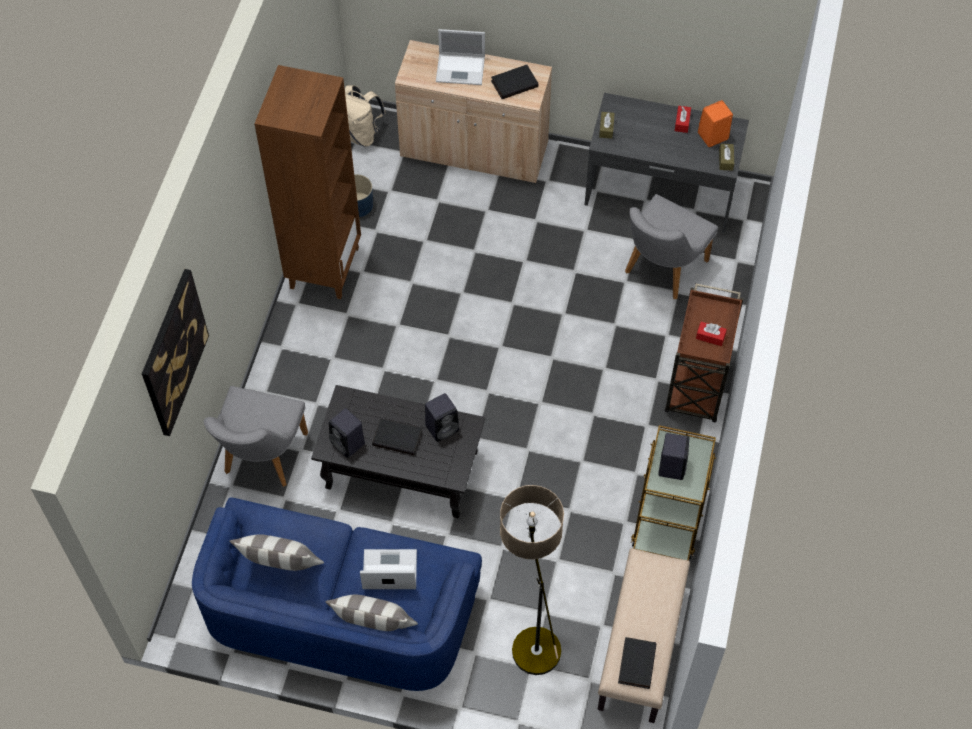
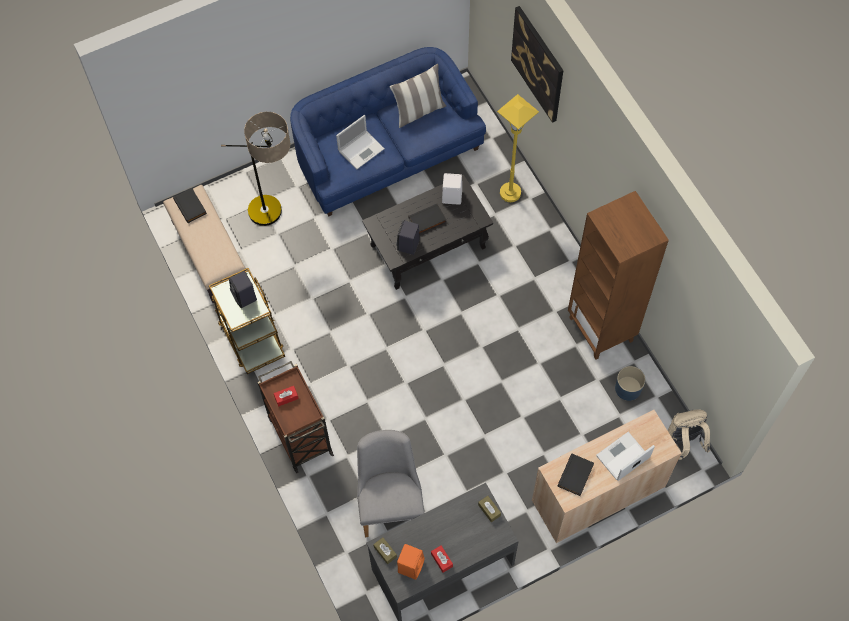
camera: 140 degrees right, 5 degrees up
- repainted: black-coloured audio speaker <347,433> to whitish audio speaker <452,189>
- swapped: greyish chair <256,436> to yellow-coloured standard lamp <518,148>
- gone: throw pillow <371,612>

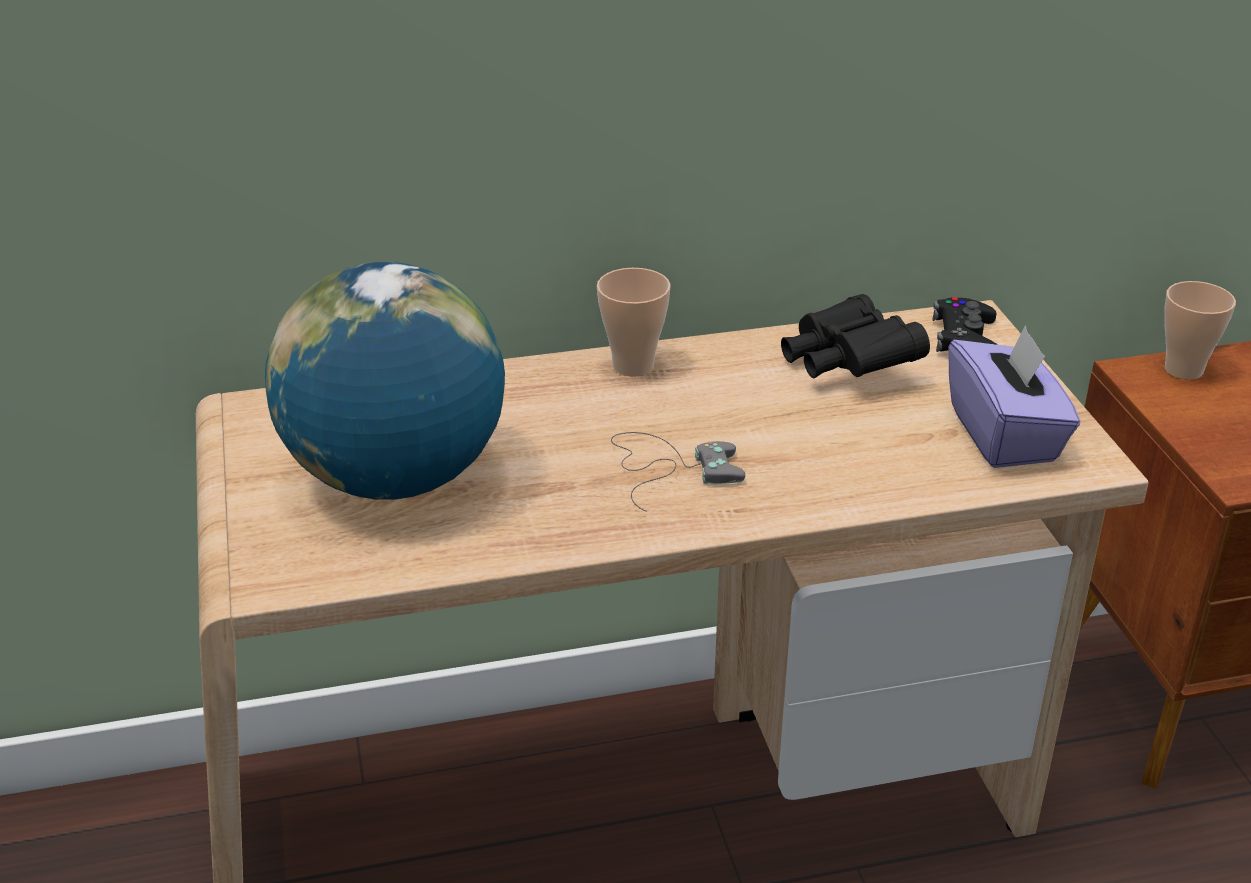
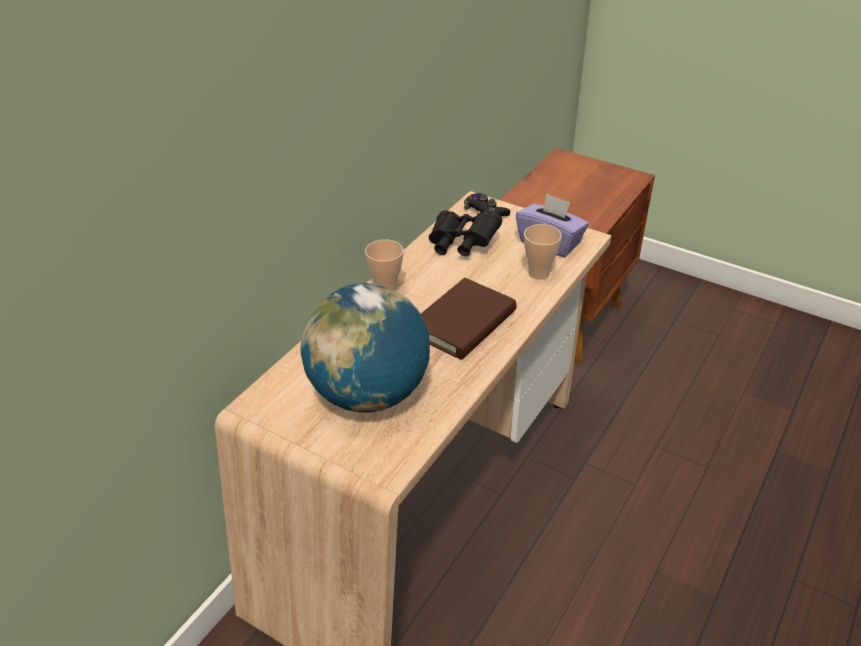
camera: 45 degrees left, 5 degrees up
- swapped: greyish gamepad <678,472> to brown-coloured volume <468,319>
- shifted: cup <1200,330> to <543,252>

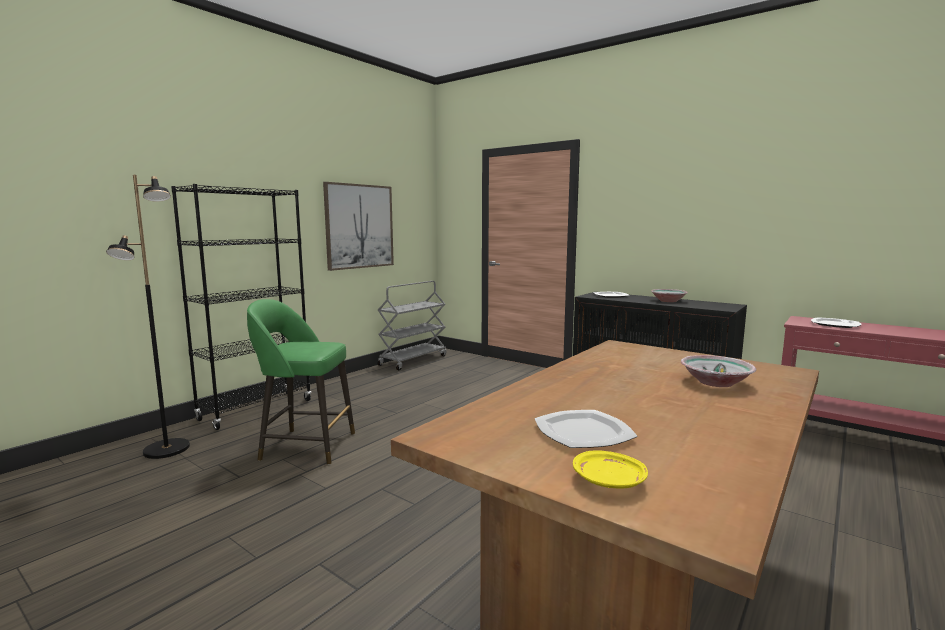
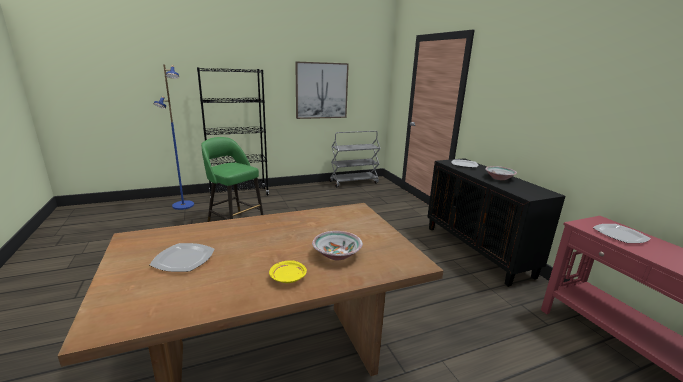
camera: 30 degrees right, 10 degrees up
- repainted: black-coloured standard lamp <148,317> to bluish standard lamp <173,137>
- shifted: yellow-coloured flat dish <610,469> to <288,271>

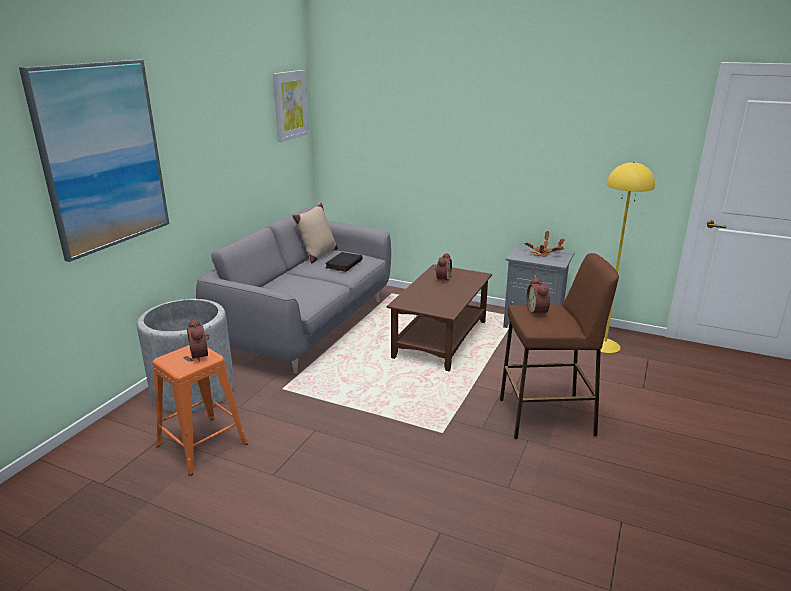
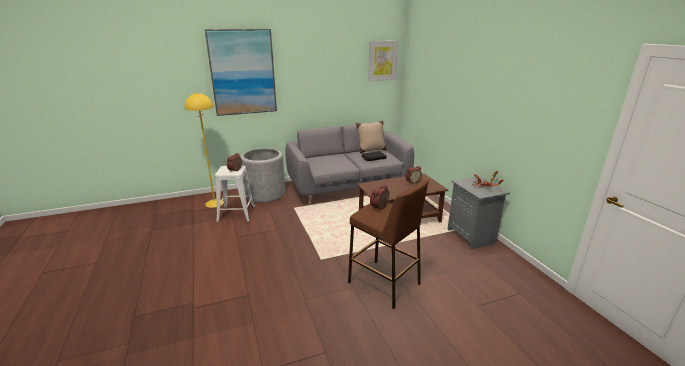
camera: 45 degrees right, 0 degrees up
- shifted: yellow-coloured standard lamp <628,257> to <204,150>
- repainted: orange sitting stool <200,410> to whitish sitting stool <235,194>

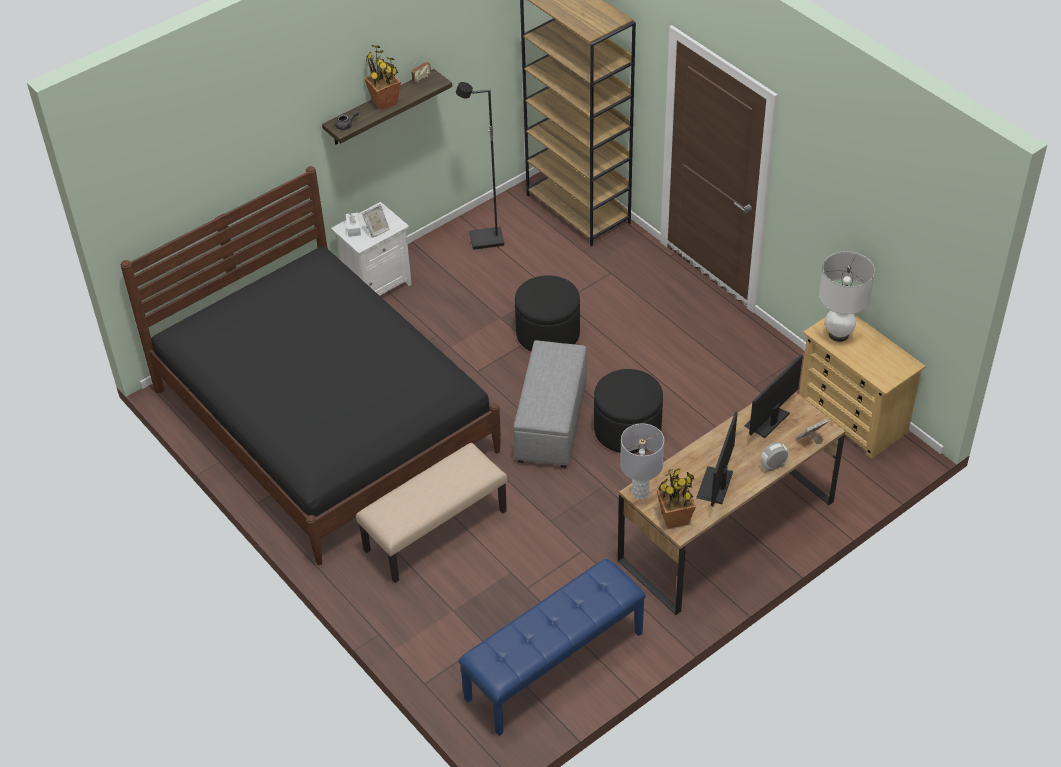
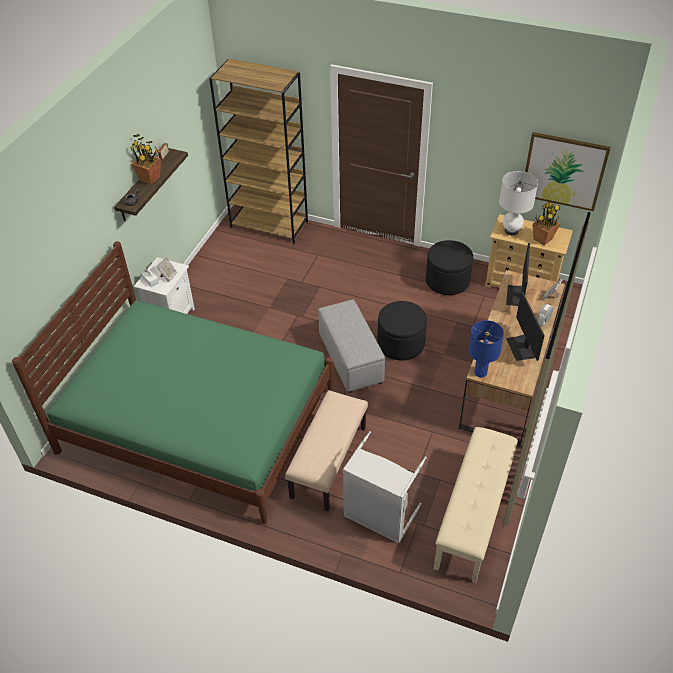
camera: 30 degrees left, 0 degrees up
- repainted: black-coloured bedroom bed <311,365> to green bedroom bed <172,382>
- new: greyish washing basket <385,487>
- shifted: black-coloured footrest <547,313> to <449,267>
- repainted: bluish indoor bench <552,647> to beige-coloured indoor bench <476,505>
- repainted: greyish lamp for a table <642,461> to bluish lamp for a table <486,349>
- new: picture <568,171>
- shifted: plant in a pot <676,498> to <546,223>
- gone: black-coloured standard lamp <480,166>

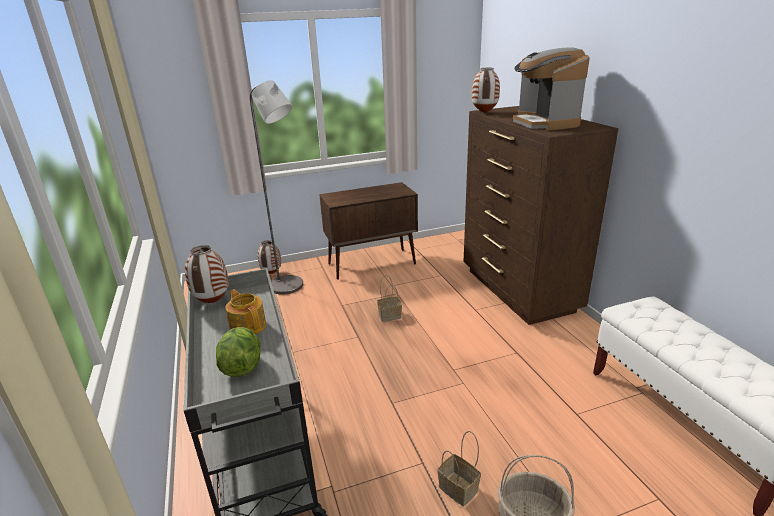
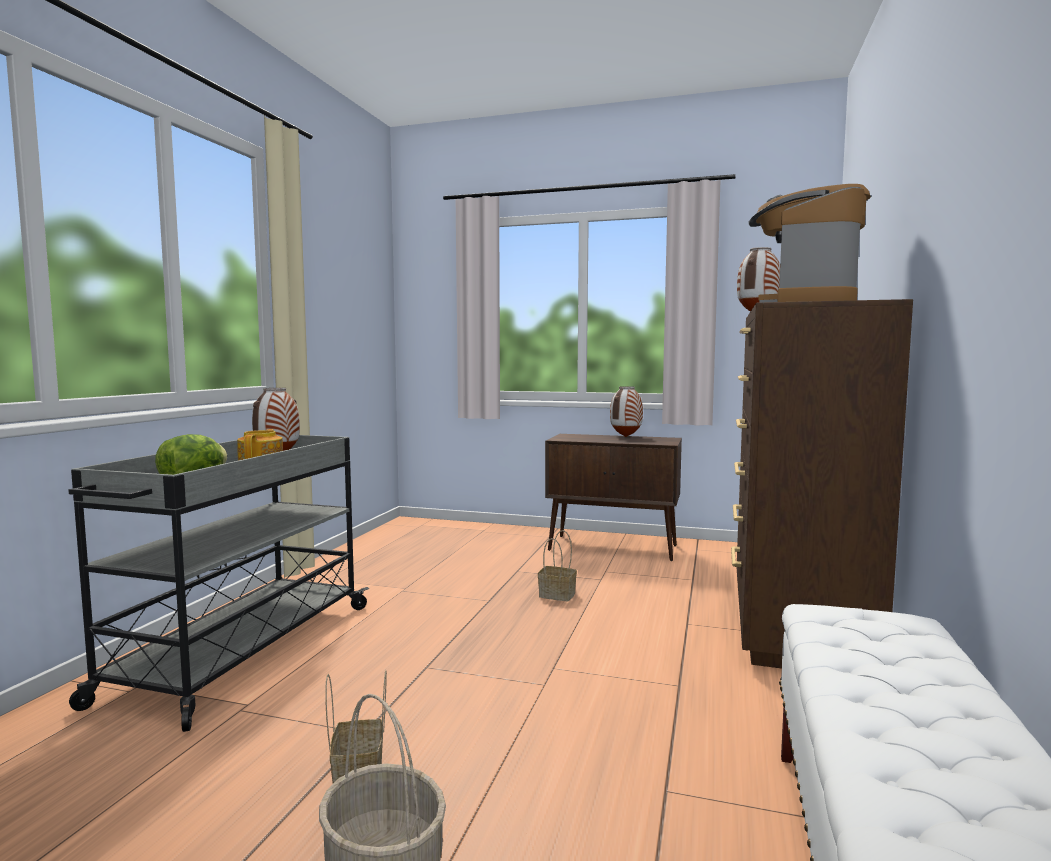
camera: 35 degrees right, 20 degrees down
- shifted: vase <269,257> to <626,411>
- gone: greyish standard lamp <276,187>

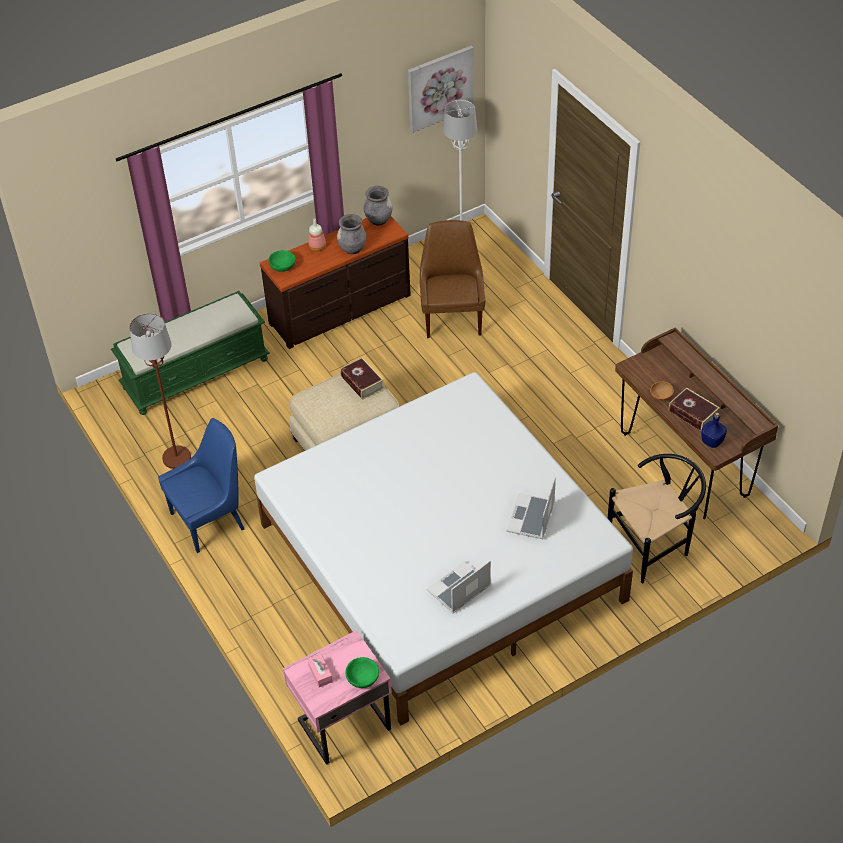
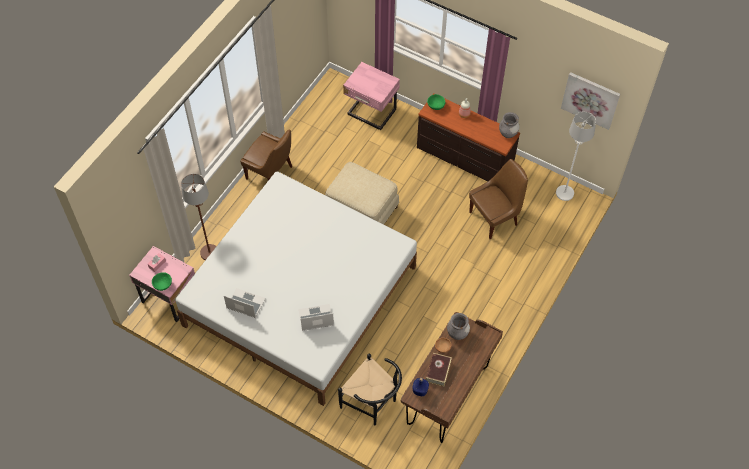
camera: 60 degrees right, 10 degrees up
- shifted: brown-coloured standard lamp <160,391> to <198,217>
- repainted: bluish chair <201,485> to brown-coloured chair <266,155>
- swapped: green indoor bench <190,353> to pinkish nightstand <371,96>
- shifted: greyish vase <351,234> to <458,326>
- gone: volume <362,378>

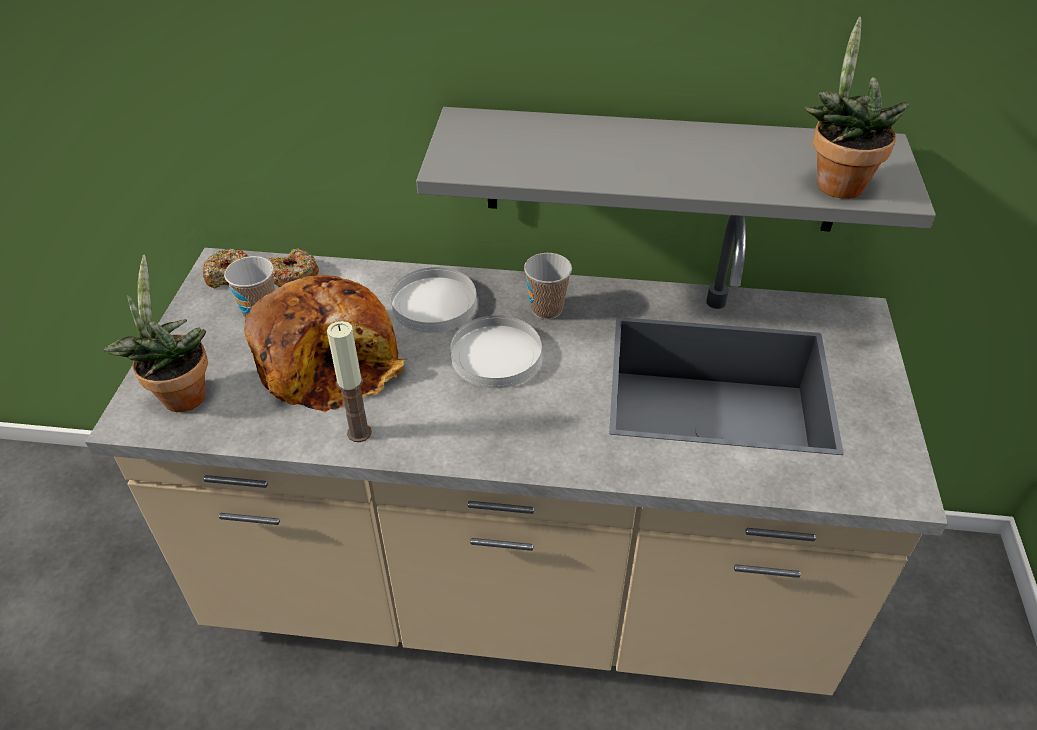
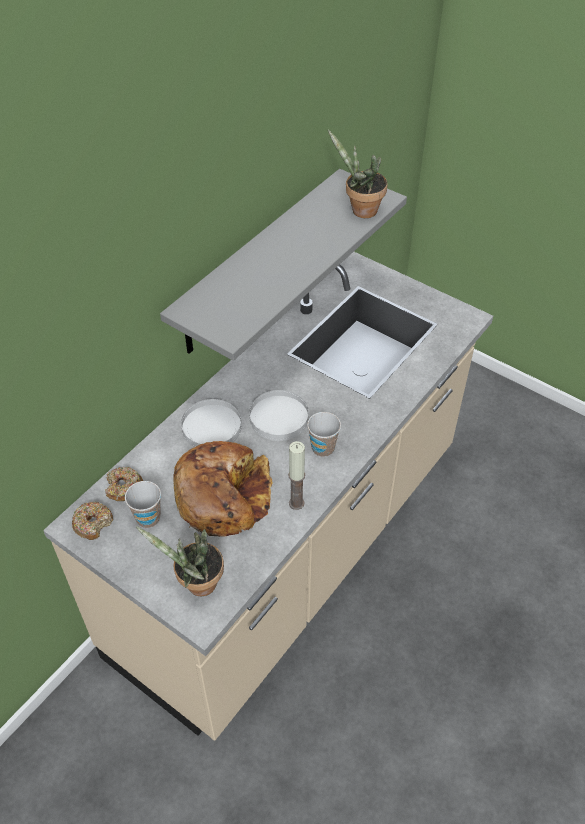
camera: 60 degrees left, 5 degrees up
- shifted: cup <548,286> to <324,434>

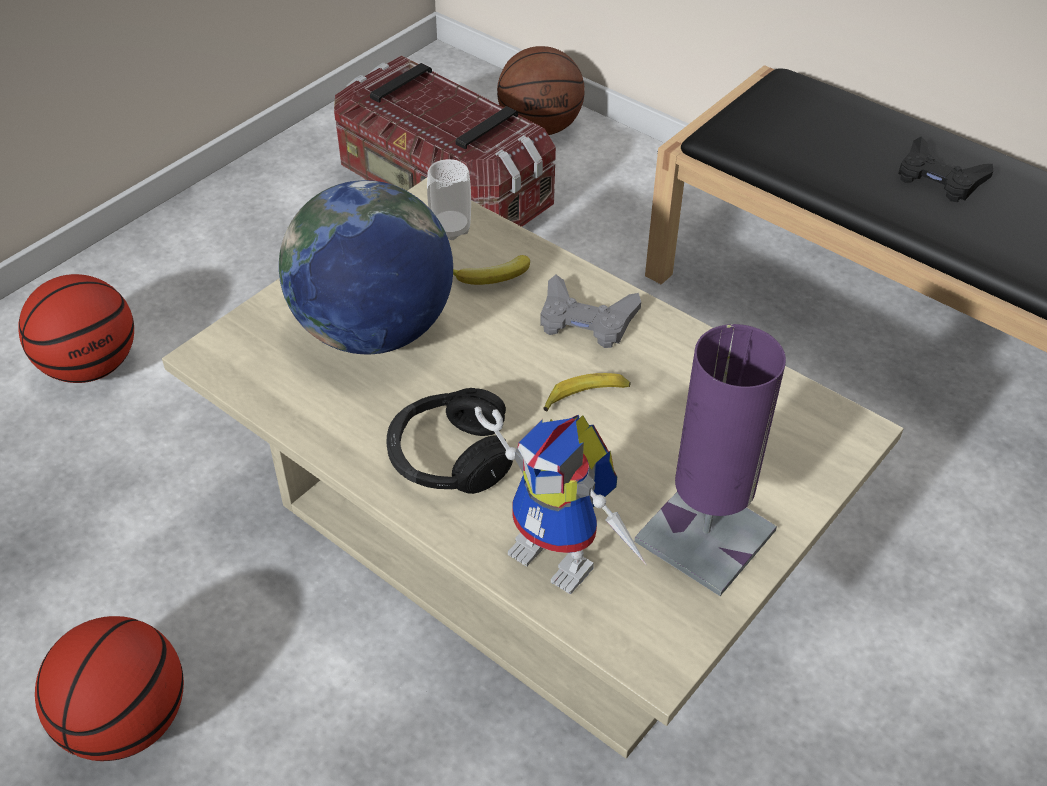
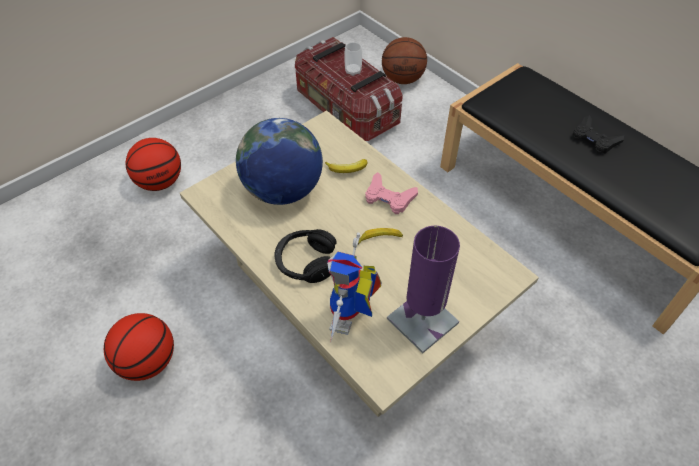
camera: 10 degrees right, 5 degrees up
- rotated: model robot <561,501> = <354,288> 60 degrees clockwise
- shifted: cup <449,199> to <353,59>
- repainted: greyish gamepad <590,311> to pinkish gamepad <391,193>

